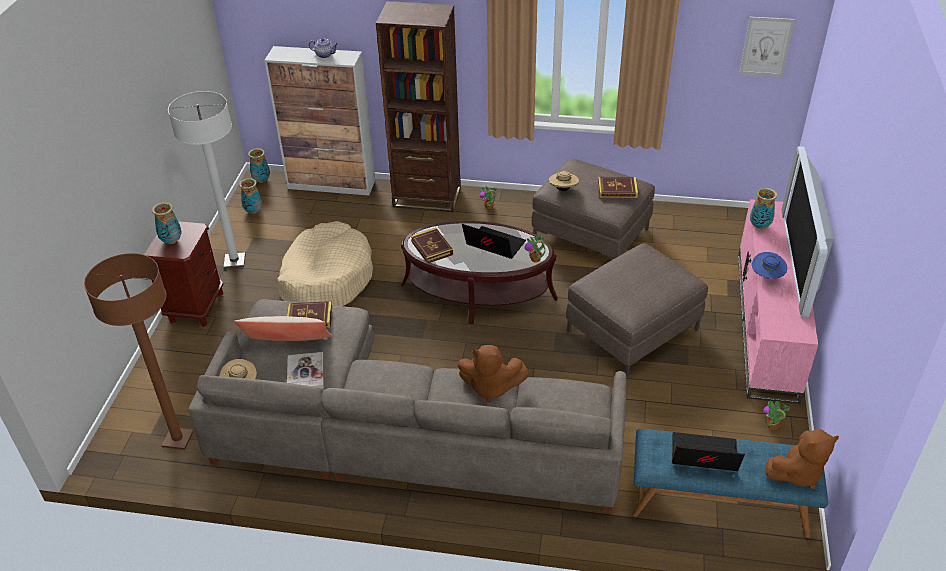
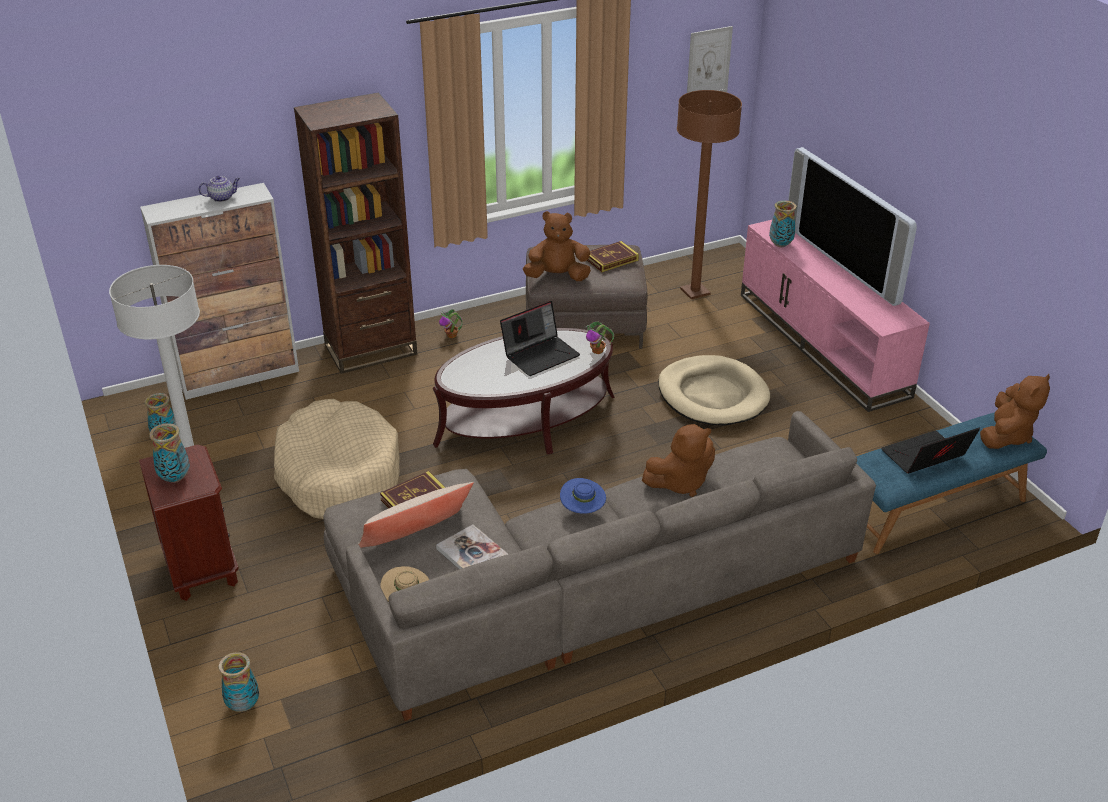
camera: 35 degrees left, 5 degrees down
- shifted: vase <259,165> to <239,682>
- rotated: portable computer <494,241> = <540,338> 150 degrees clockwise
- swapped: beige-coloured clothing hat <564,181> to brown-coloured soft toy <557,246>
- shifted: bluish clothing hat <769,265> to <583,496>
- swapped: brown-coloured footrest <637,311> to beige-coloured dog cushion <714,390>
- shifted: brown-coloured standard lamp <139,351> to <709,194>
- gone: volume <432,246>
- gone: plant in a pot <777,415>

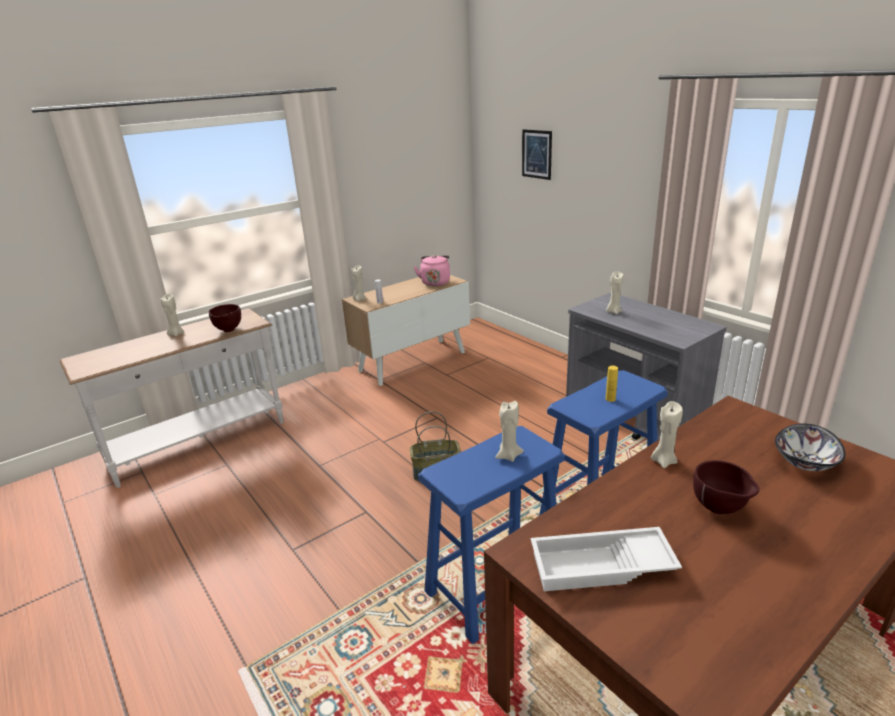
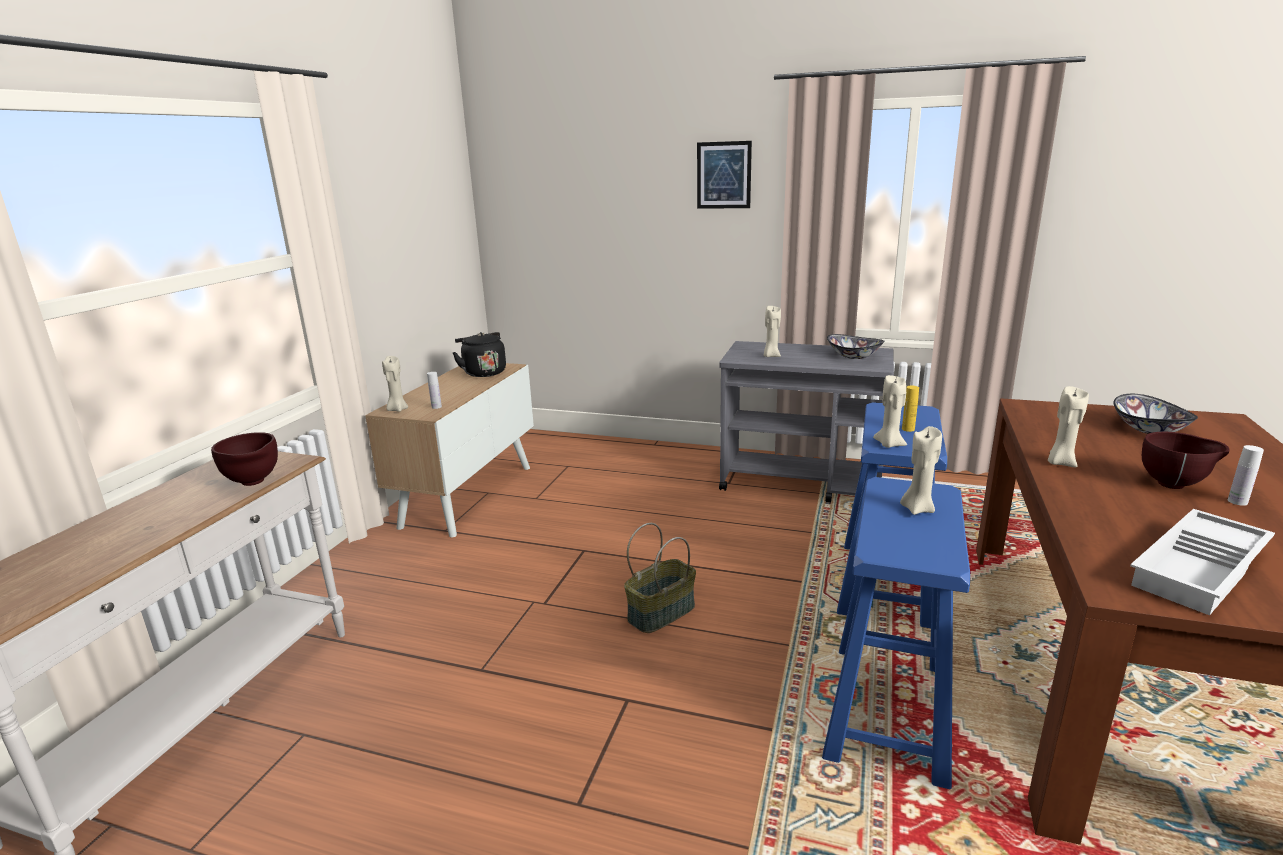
camera: 35 degrees left, 5 degrees down
- repainted: pinkish tea kettle <432,270> to black-coloured tea kettle <479,354>
- shifted: picture <537,154> to <724,175>
- new: serving bowl <855,346>
- shifted: beige-coloured wax candle <172,315> to <890,411>
- new: whitish drink bottle <1246,475>

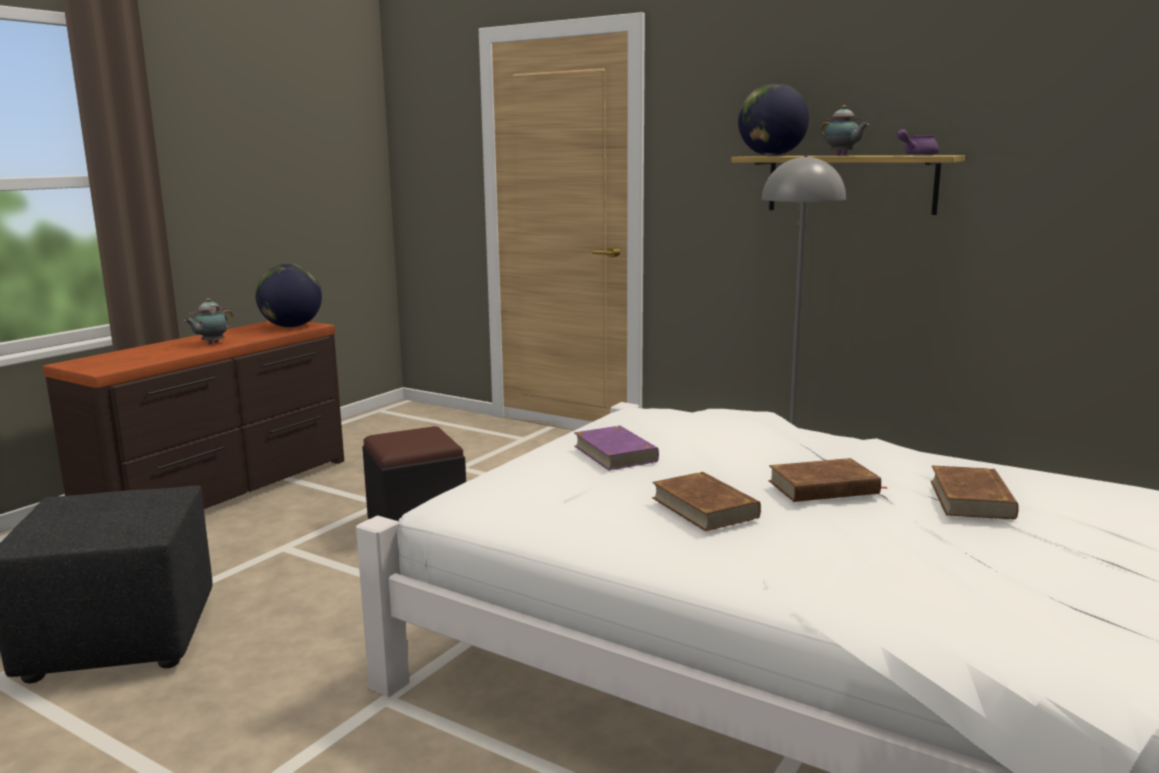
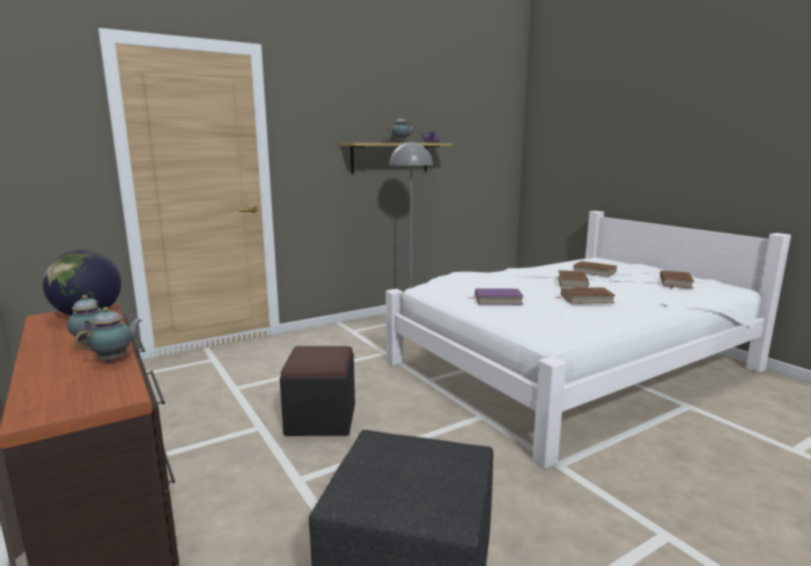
camera: 65 degrees left, 0 degrees up
- new: tea pot <108,334>
- new: brown-coloured volume <677,279>
- gone: world globe <773,119>

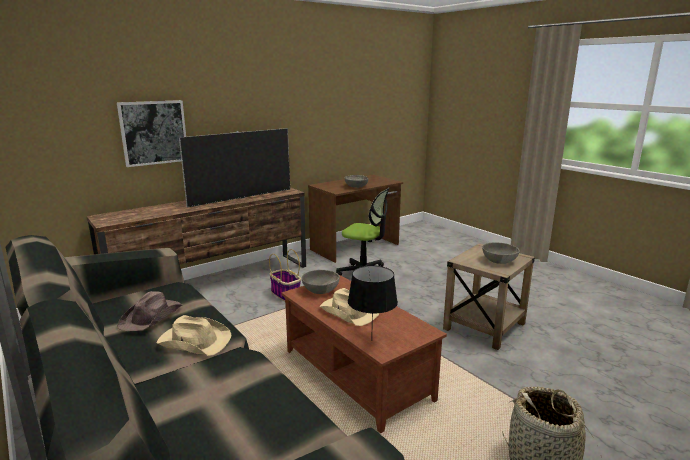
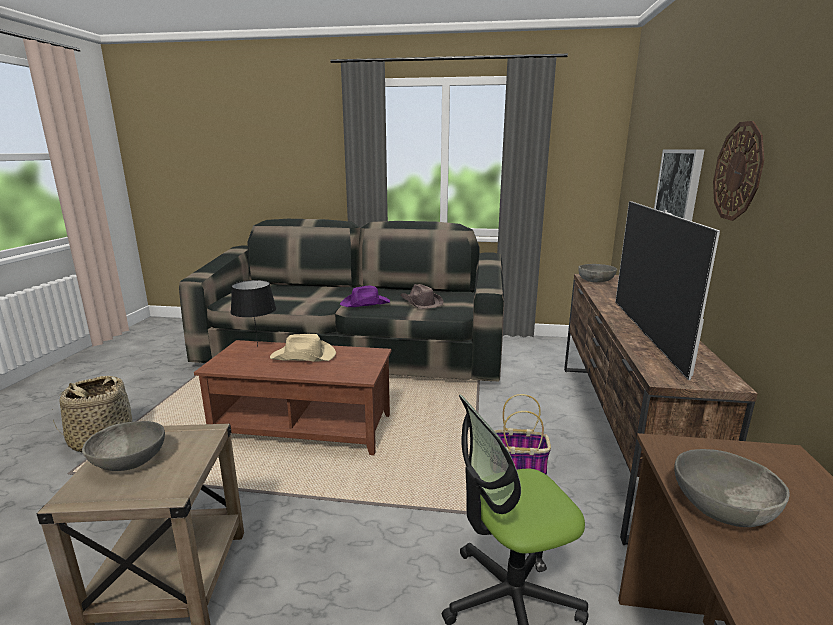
camera: 135 degrees right, 0 degrees up
- repainted: beige-coloured clothing hat <194,335> to purplish clothing hat <365,296>
- shifted: greyish serving bowl <321,282> to <597,273>
- new: hanging clock <738,171>

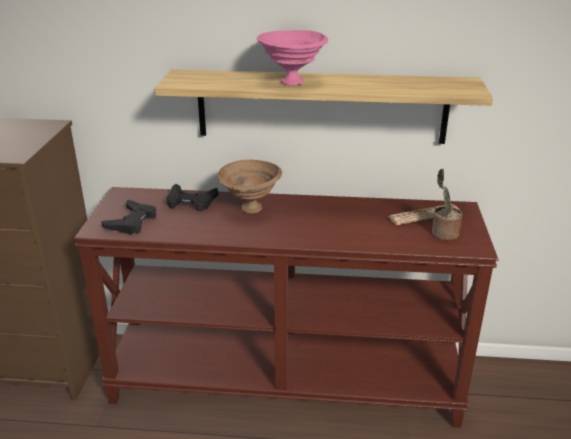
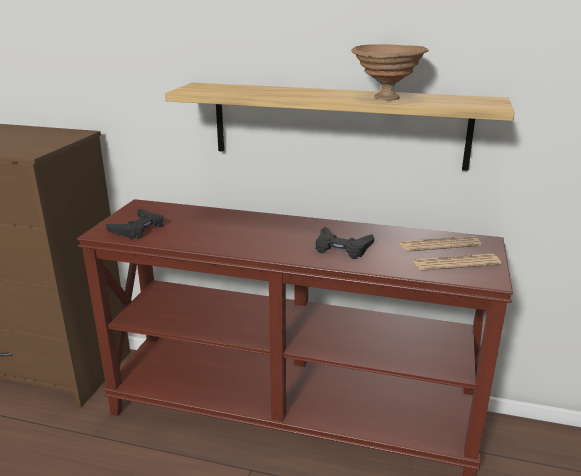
camera: 10 degrees right, 5 degrees down
- shifted: black-coloured gamepad <192,197> to <345,243>
- shifted: brown-coloured serving bowl <250,187> to <390,72>
- swapped: plant in a pot <447,204> to printed paper <456,262>
- gone: pinkish serving bowl <292,58>

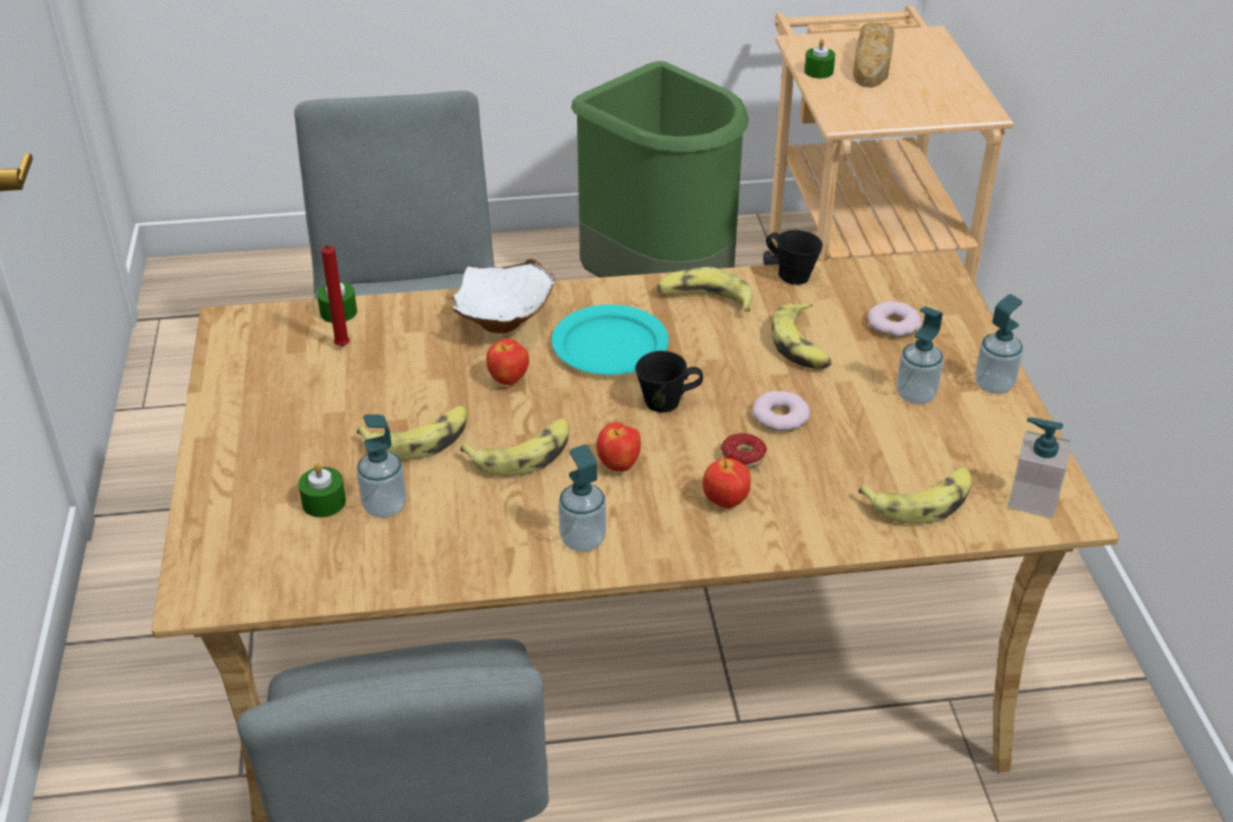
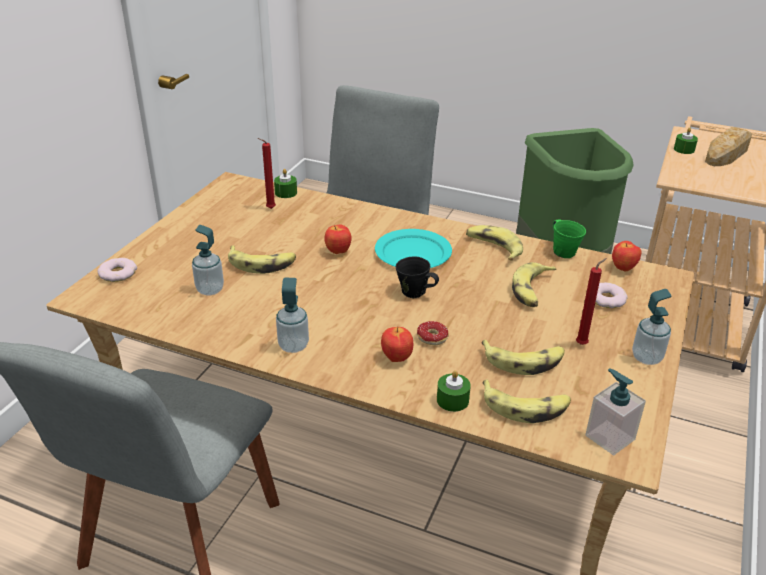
camera: 30 degrees right, 5 degrees down
- shifted: doughnut <781,411> to <117,270>
- shifted: green wax candle <322,490> to <454,391>
- shifted: whole banana <514,447> to <523,357>
- repainted: black-coloured tea mug <794,257> to green tea mug <569,238>
- swapped: soap bottle <920,355> to red wax candle <591,301>
- shifted: apple <619,447> to <627,256>
- gone: whitish serving bowl <504,296>

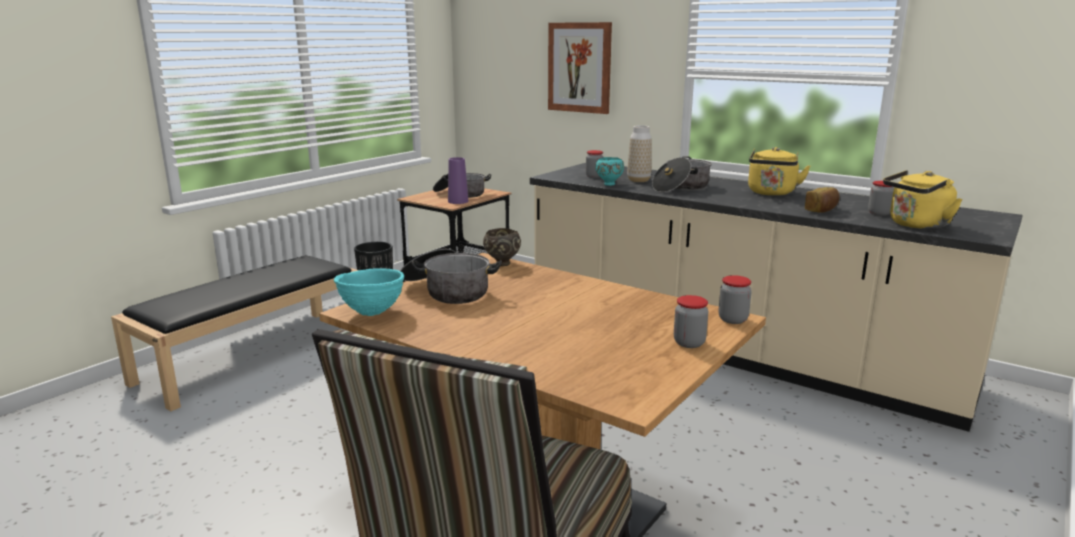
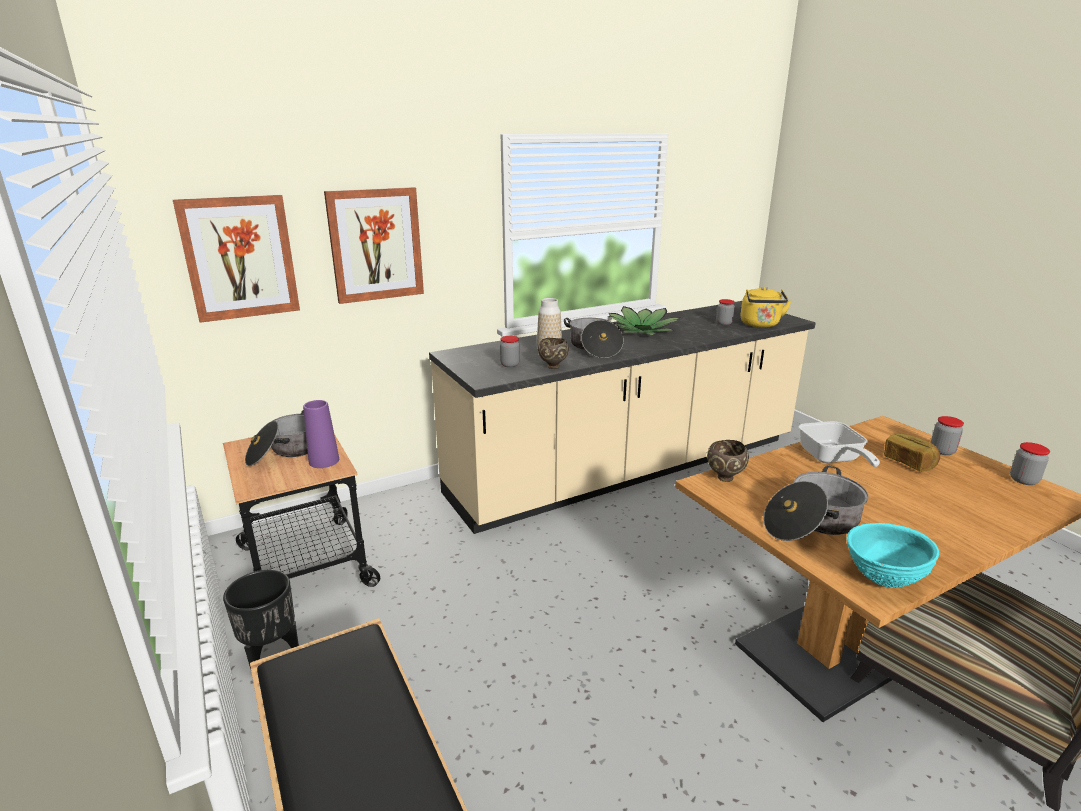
camera: 65 degrees left, 5 degrees up
- new: picture <236,259>
- repainted: turquoise-coloured serving bowl <609,171> to brown-coloured serving bowl <553,353>
- swapped: yellow-coloured tea kettle <779,171> to plant in a pot <644,320>
- new: frying pan <839,444>
- shifted: baked bread <822,200> to <912,452>
- shifted: preserve jar <735,299> to <1030,463>

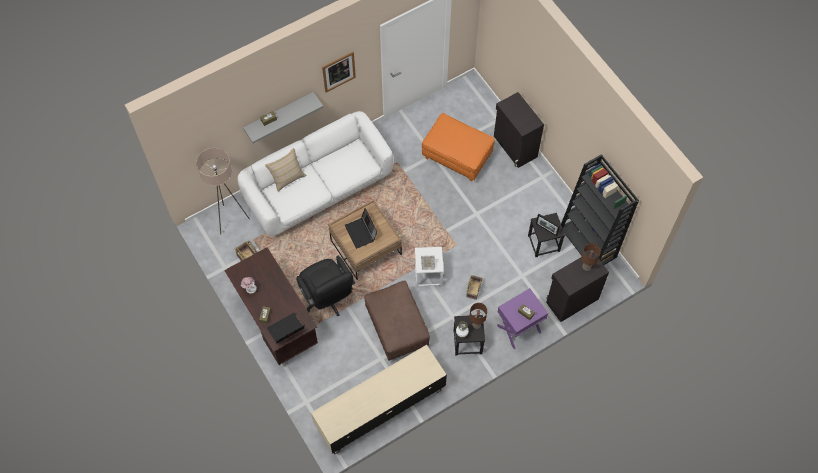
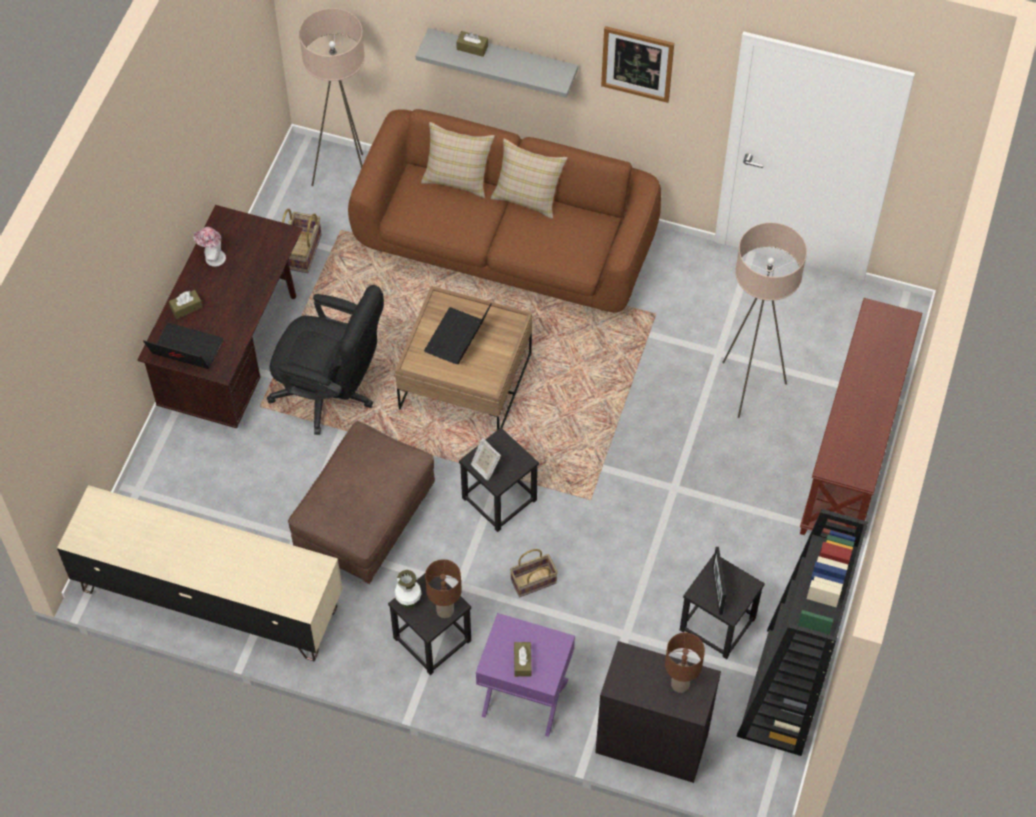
camera: 50 degrees right, 5 degrees down
- rotated: black-coloured computer chair <325,286> = <325,360> 90 degrees counterclockwise
- repainted: whitish sofa <316,173> to brown-coloured sofa <504,211>
- repainted: whitish sitting stool <429,267> to black-coloured sitting stool <499,480>
- new: beige-coloured throw pillow <529,179>
- swapped: orange footrest <458,147> to beige-coloured standard lamp <764,320>
- swapped: black-coloured cabinet <519,130> to brown-coloured narrow table <861,417>

